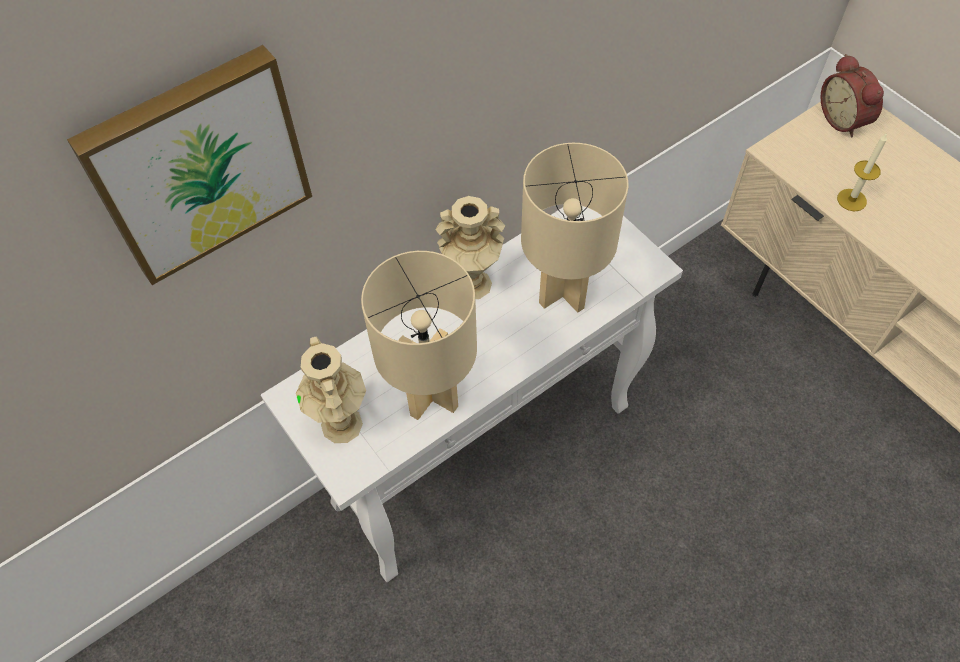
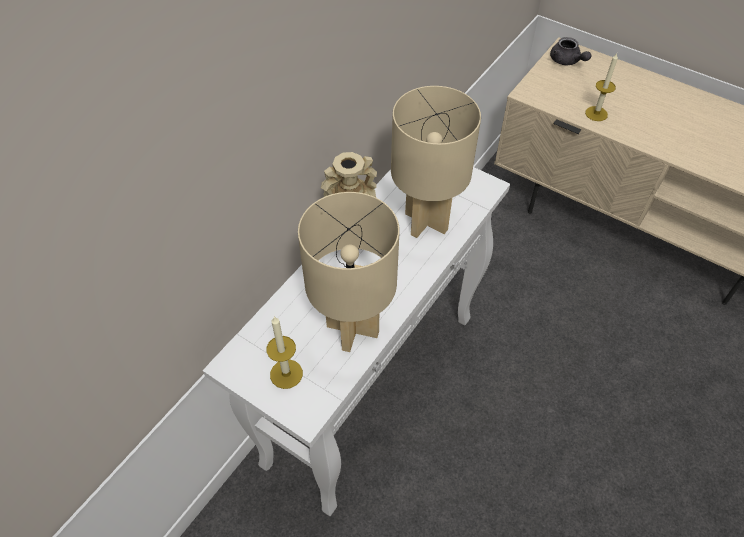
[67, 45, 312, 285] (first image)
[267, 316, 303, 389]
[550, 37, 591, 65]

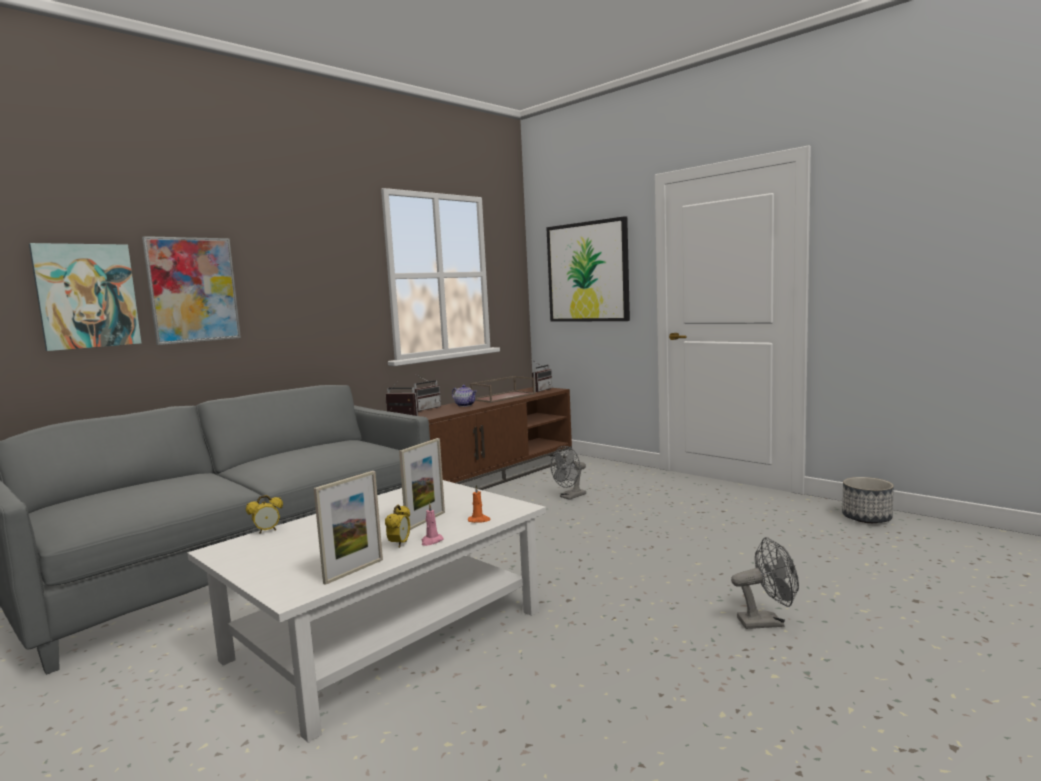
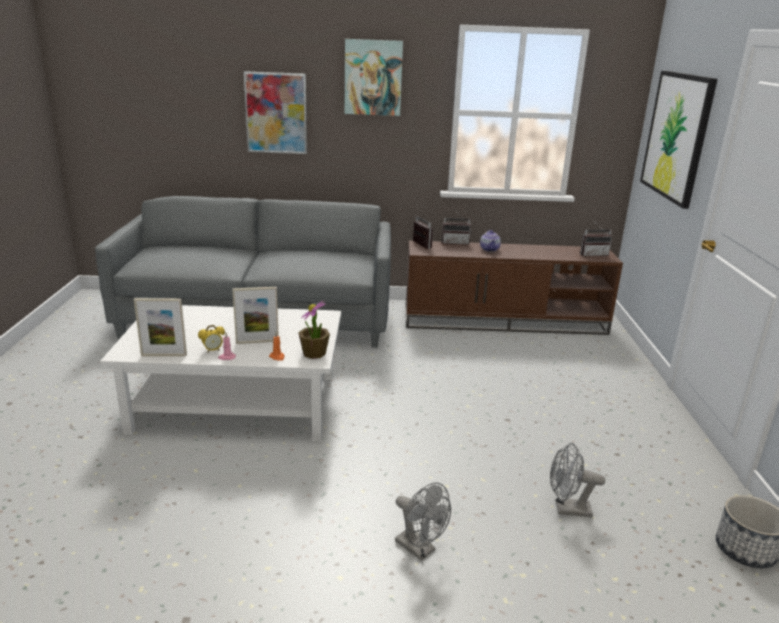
[344, 39, 403, 116]
[246, 495, 283, 534] (first image)
[470, 376, 535, 403] (first image)
[550, 443, 605, 517]
[298, 300, 330, 359]

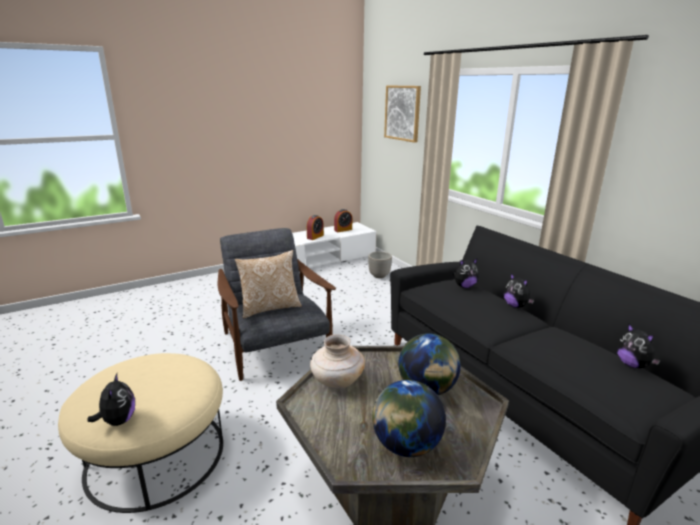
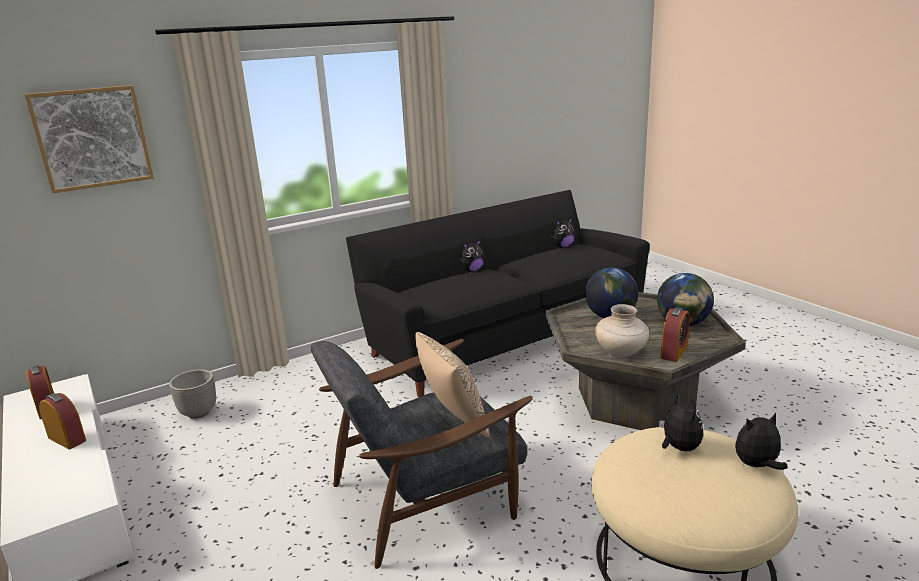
[659, 394, 703, 451]
[660, 307, 690, 362]

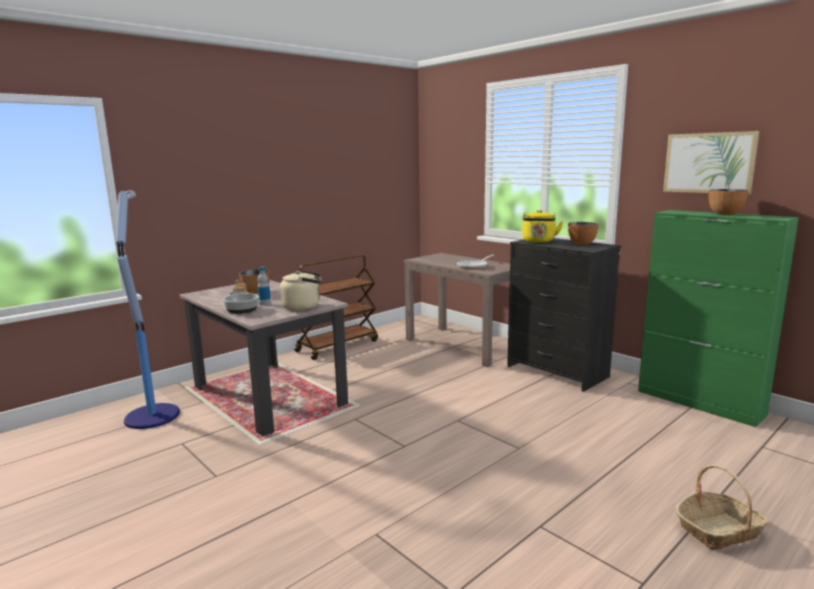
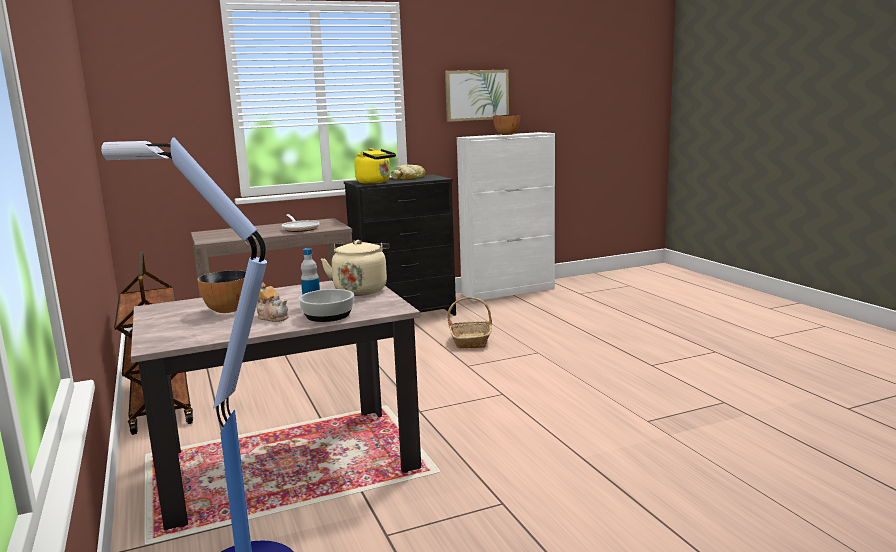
[391, 165, 425, 179]
[457, 132, 555, 301]
[447, 297, 492, 348]

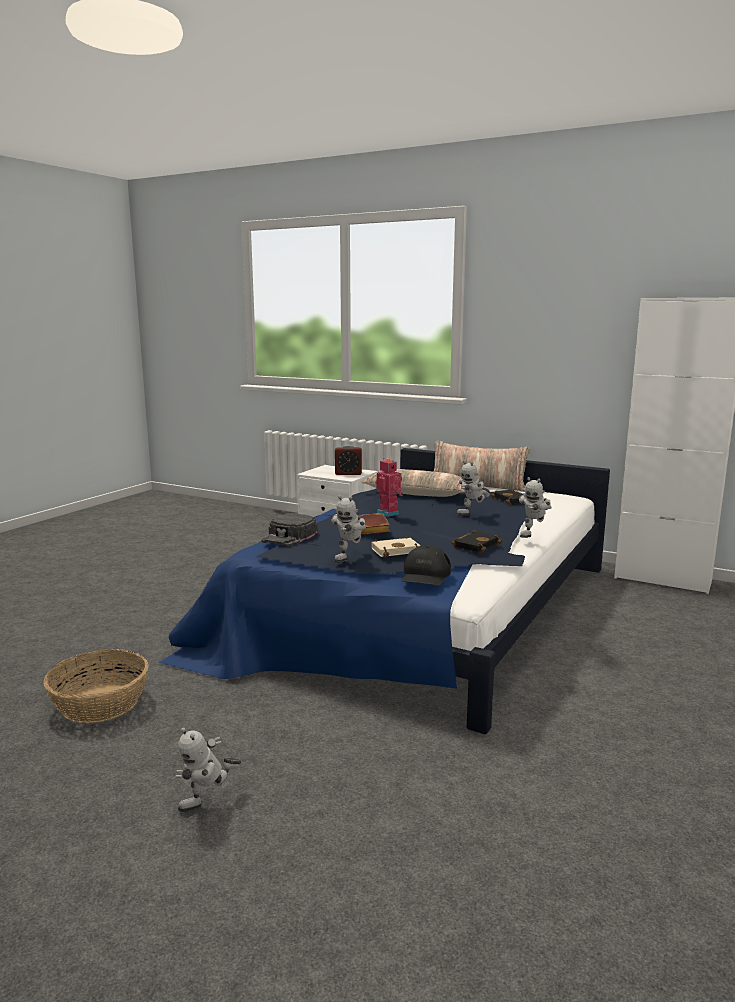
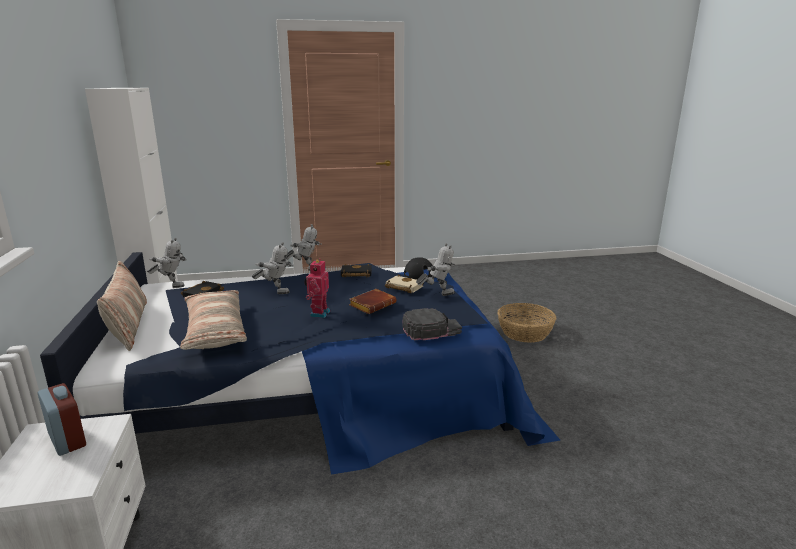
[498, 303, 556, 343]
[147, 238, 186, 288]

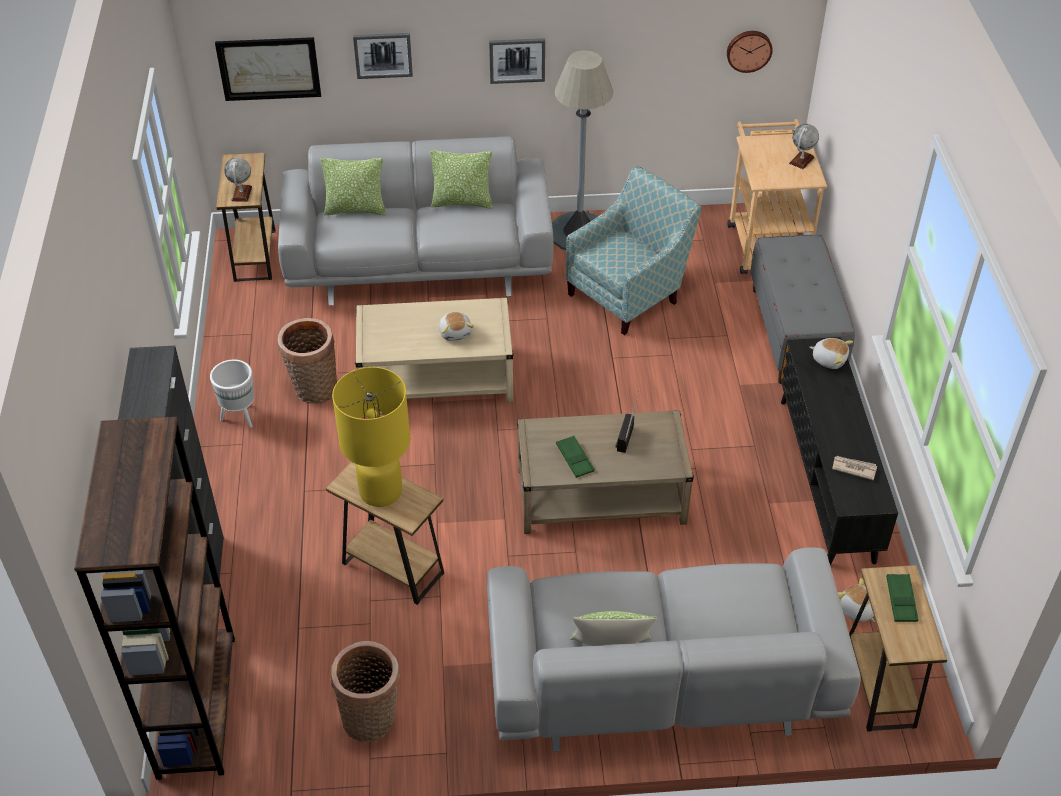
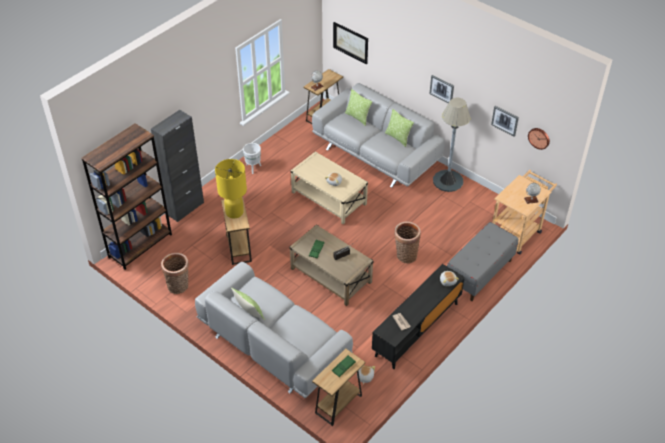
[394, 221, 421, 263]
[491, 106, 519, 137]
[565, 166, 701, 335] (first image)

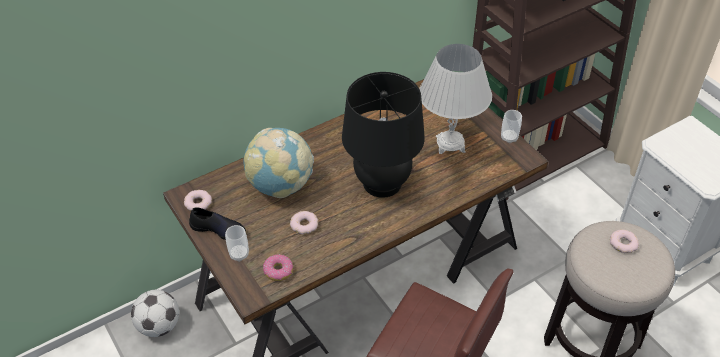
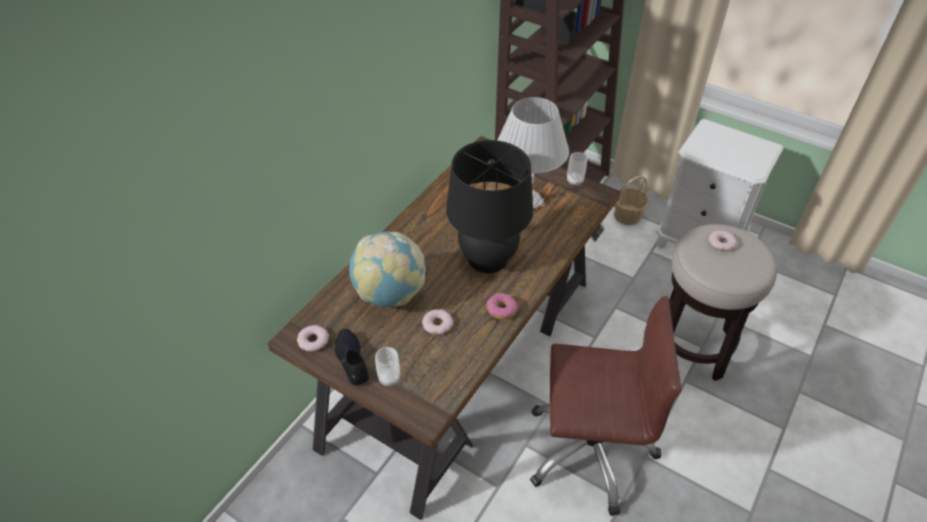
[131, 290, 179, 337] (first image)
[335, 329, 369, 385]
[487, 293, 518, 320]
[614, 176, 649, 225]

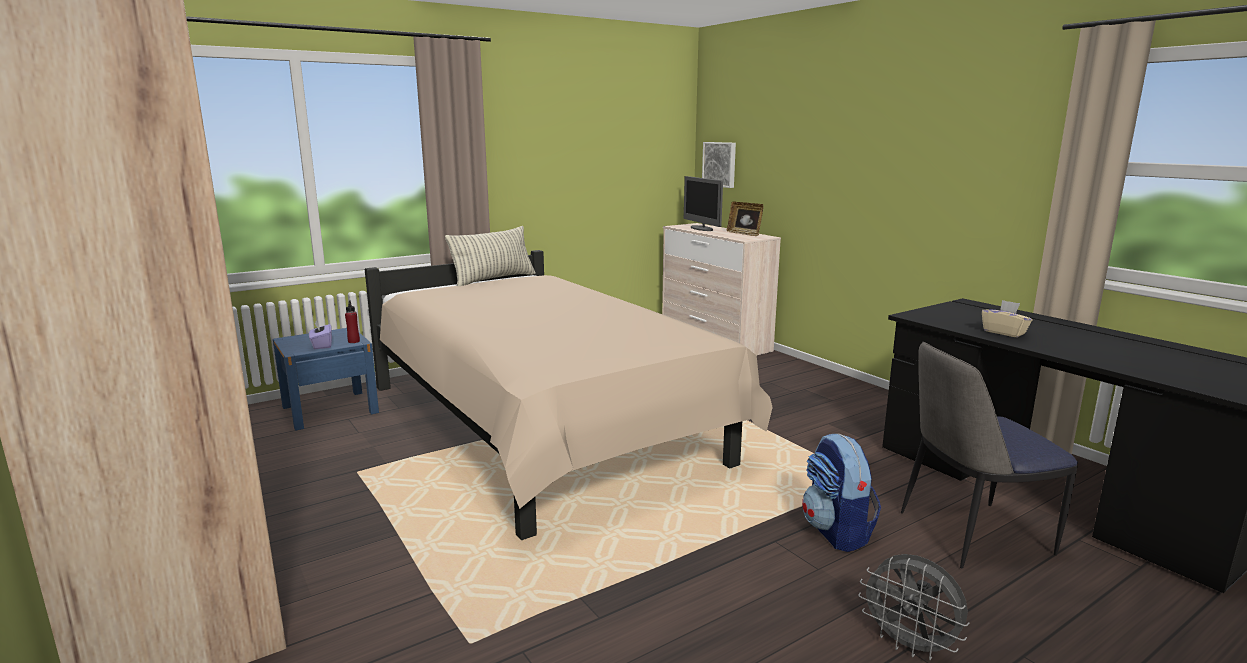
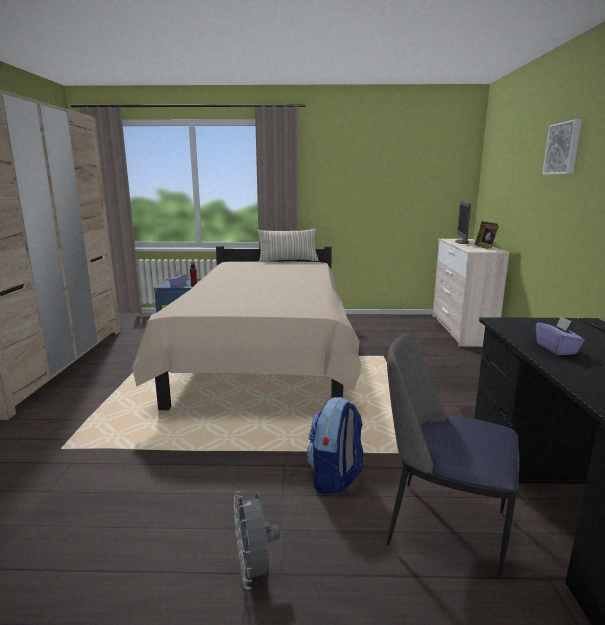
[542, 119, 582, 175]
[536, 316, 585, 355]

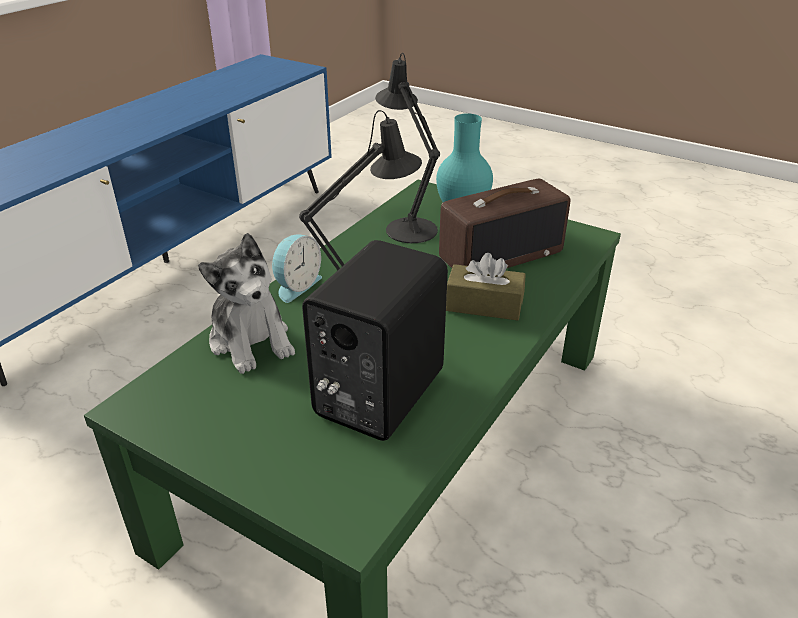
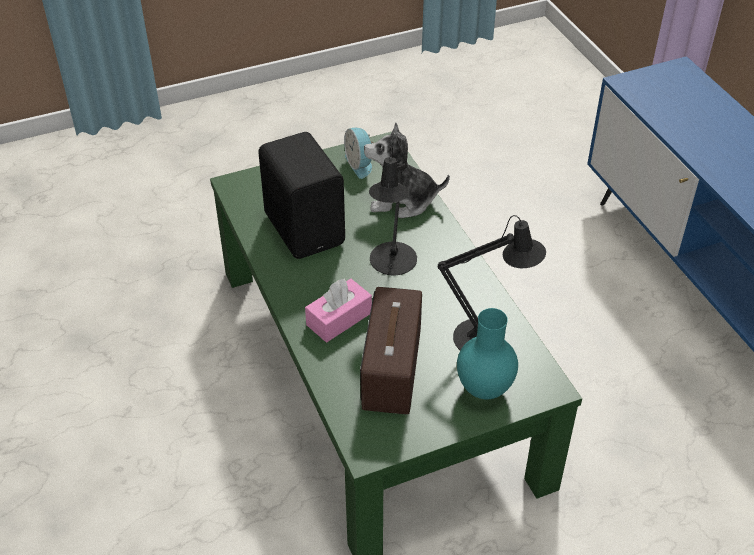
[344, 128, 373, 179]
[305, 278, 372, 342]

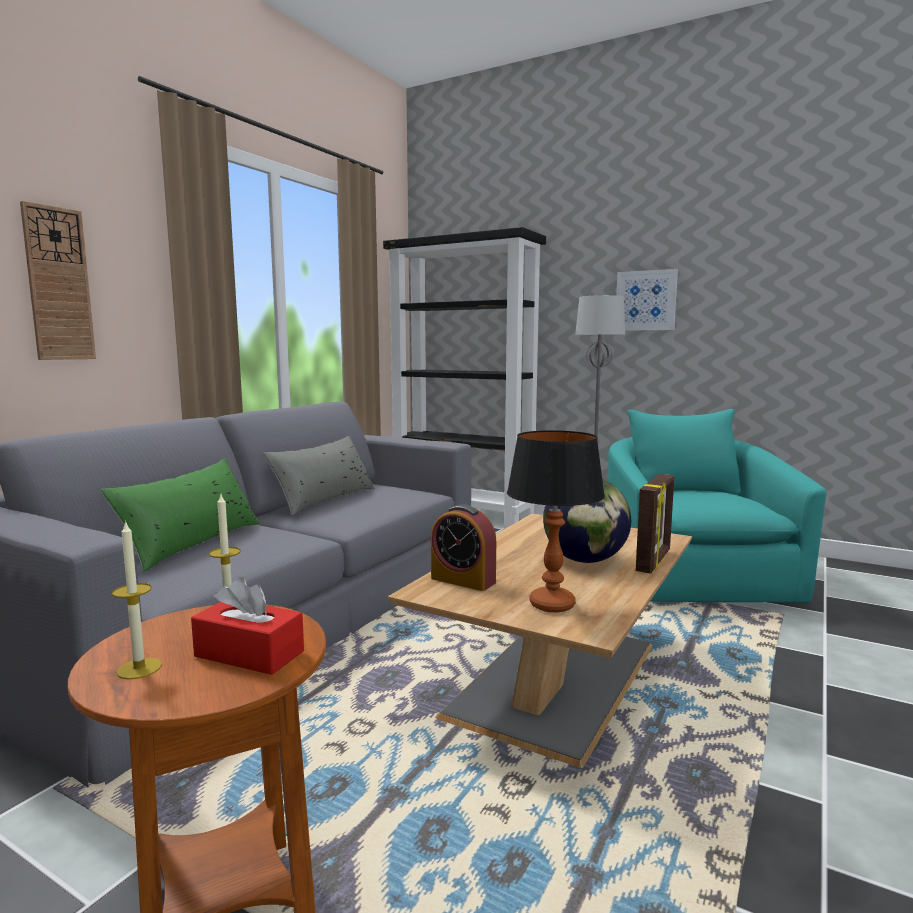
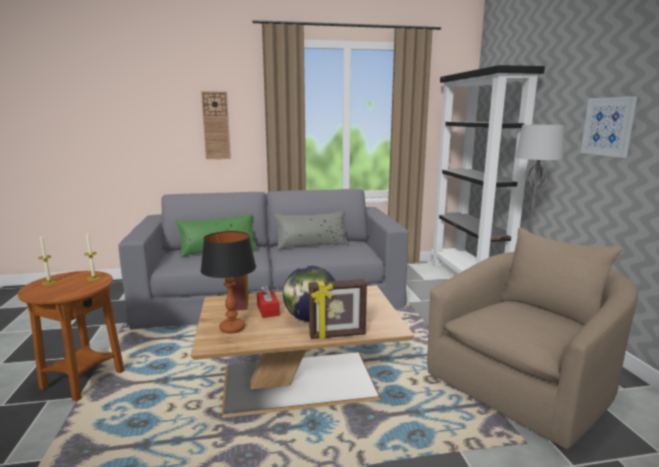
[257, 285, 280, 318]
[427, 228, 638, 449]

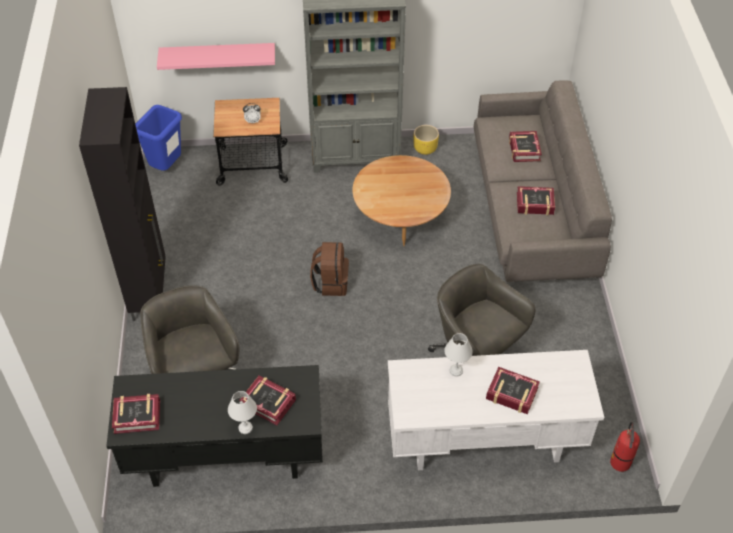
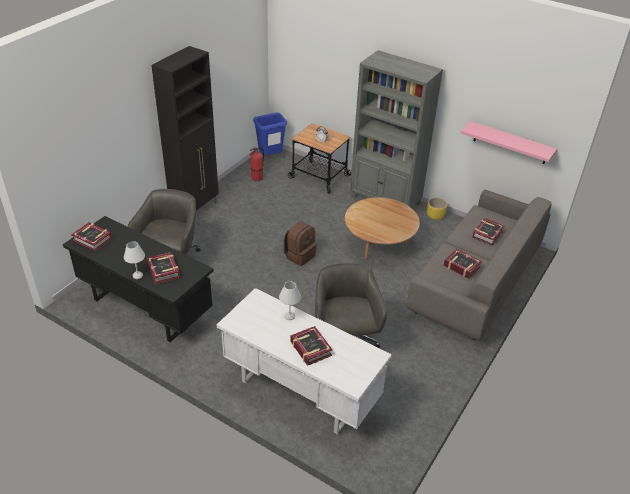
[461, 121, 557, 164]
[249, 147, 264, 181]

